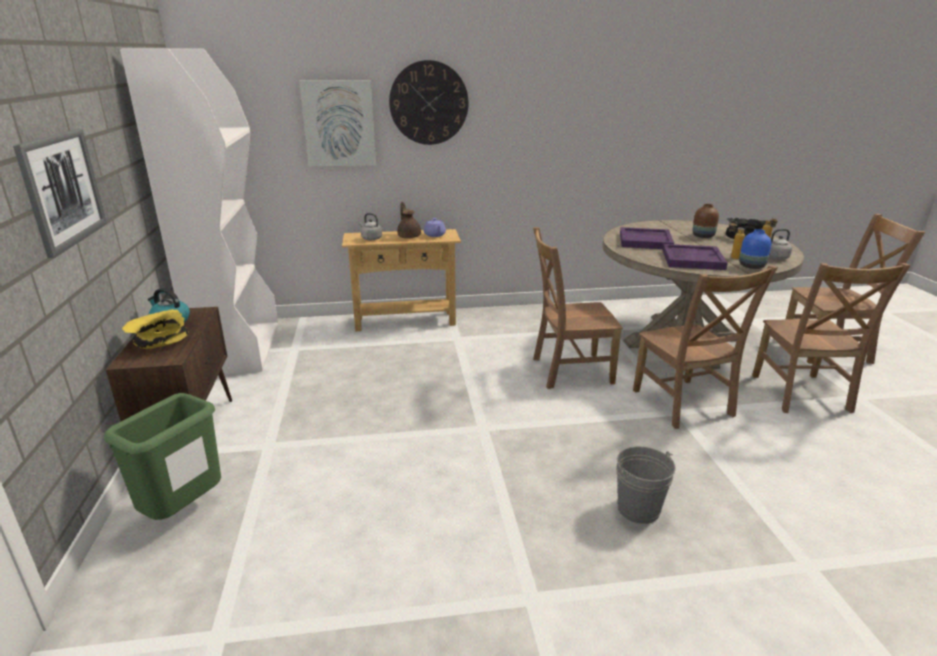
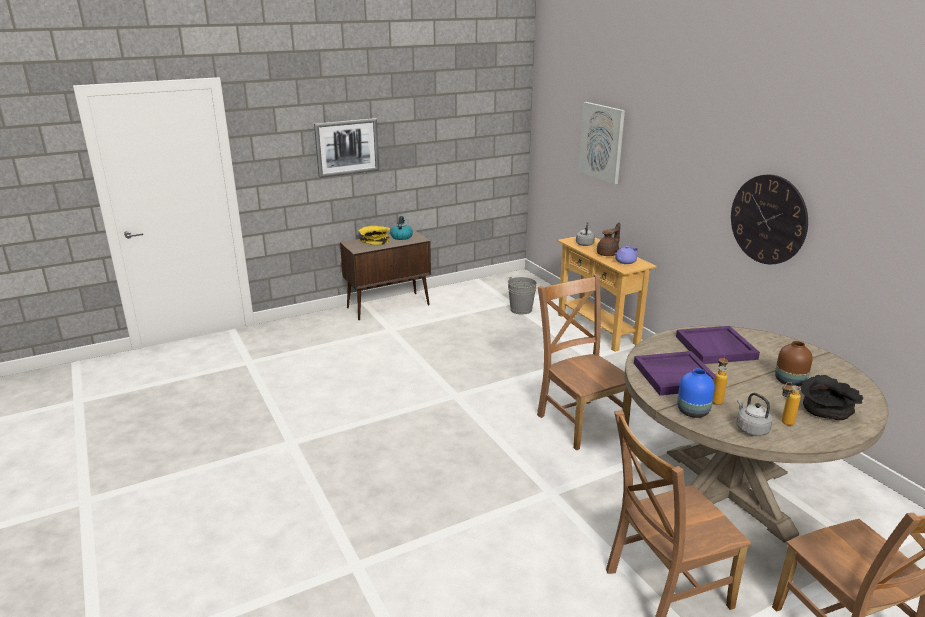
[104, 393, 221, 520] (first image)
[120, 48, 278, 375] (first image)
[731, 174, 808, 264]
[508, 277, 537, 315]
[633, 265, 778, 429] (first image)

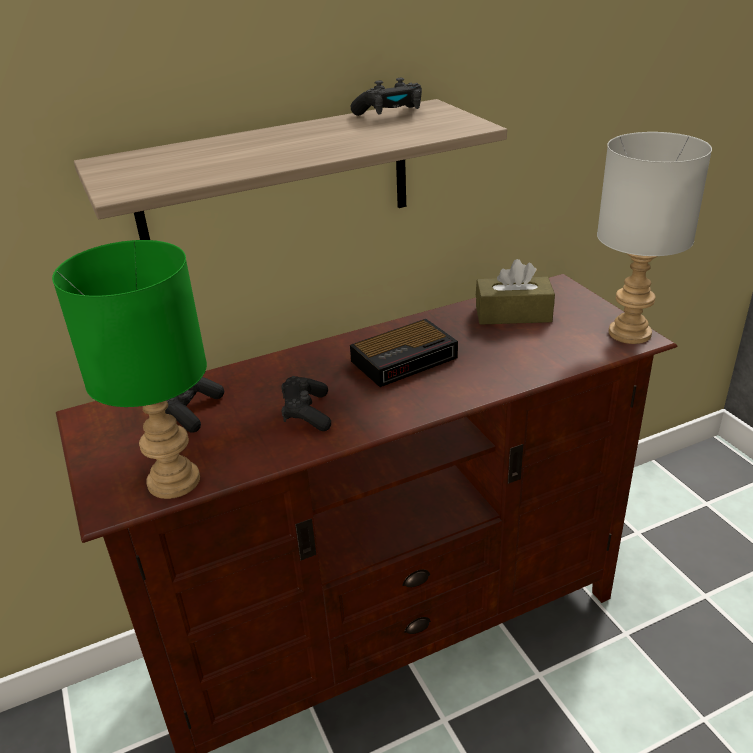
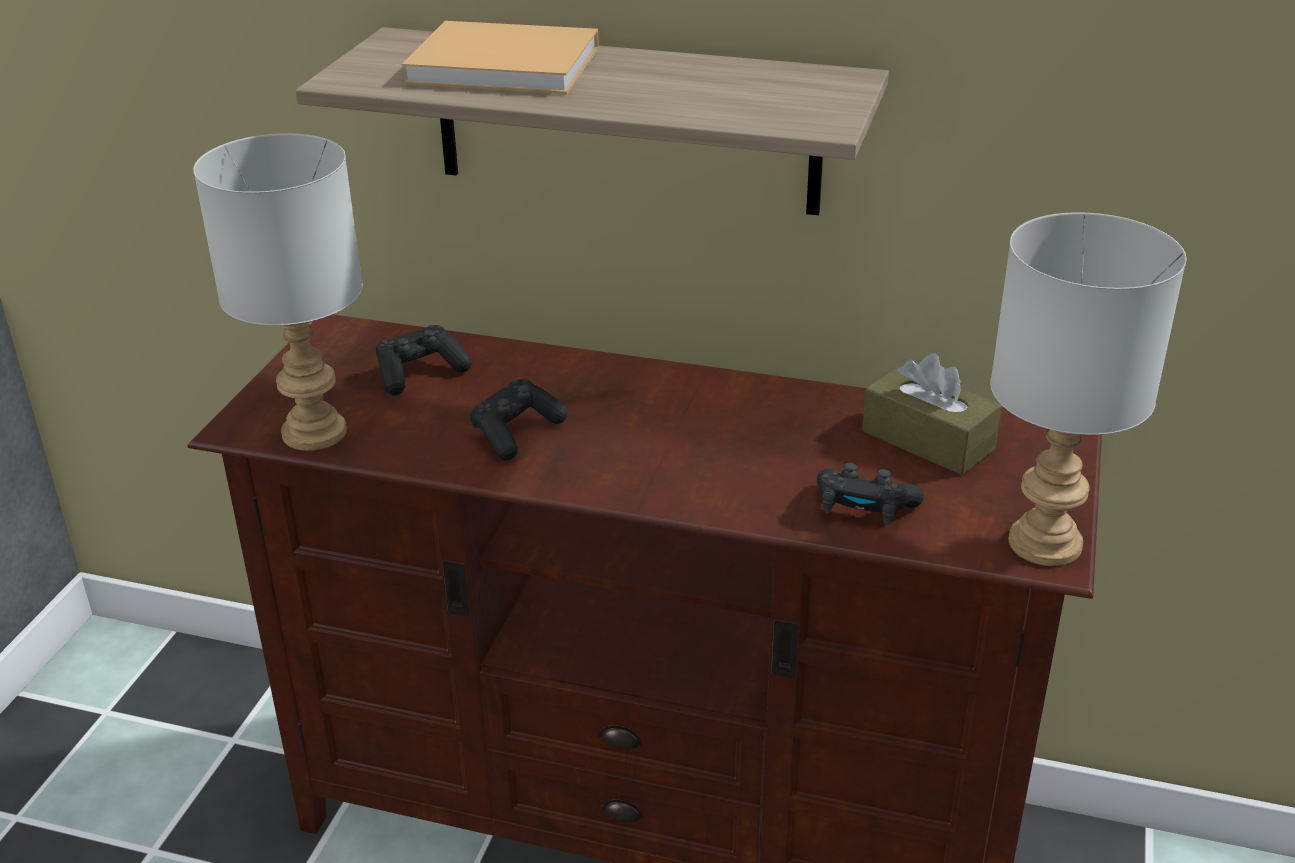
[193, 133, 363, 451]
[350, 319, 458, 387] (first image)
[817, 463, 924, 526]
[402, 21, 599, 94]

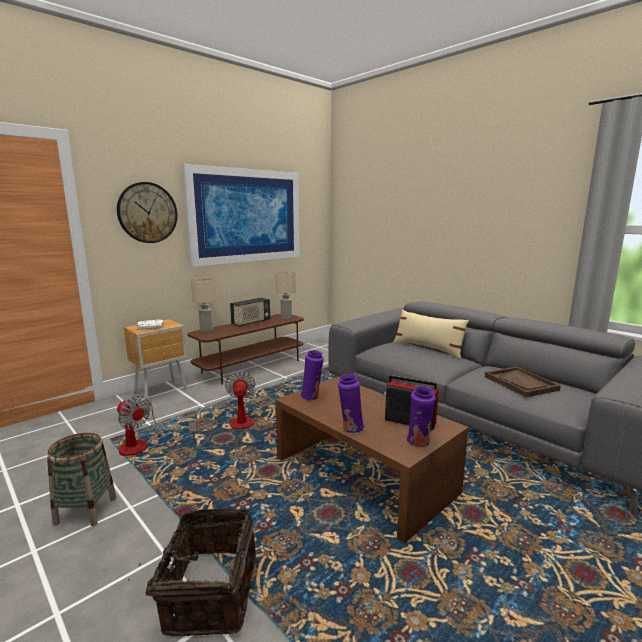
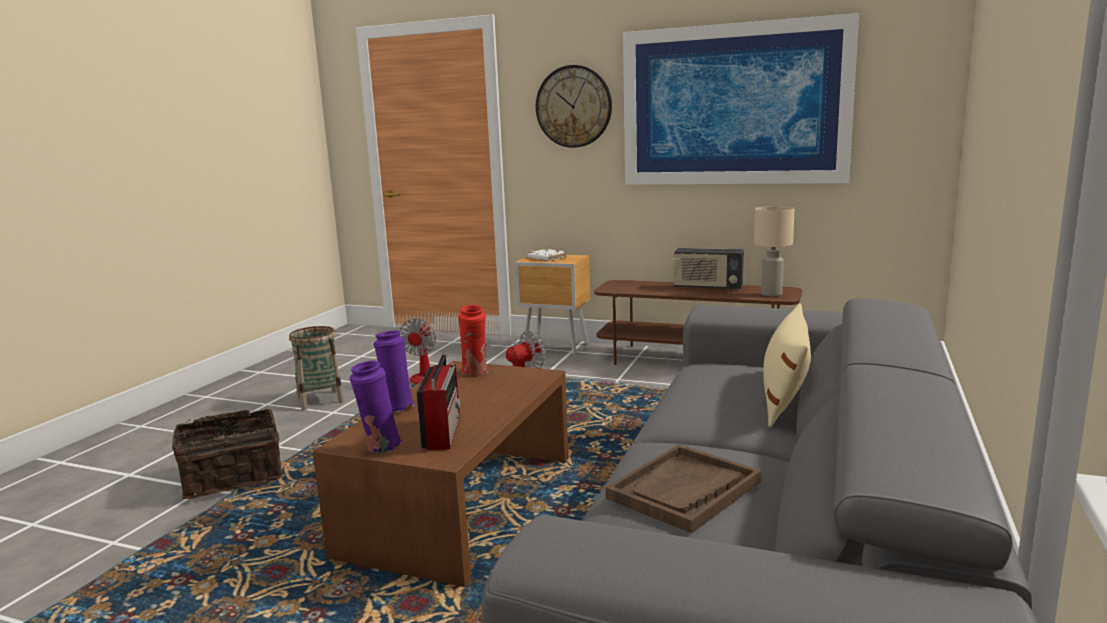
[191, 278, 216, 332] (first image)
[458, 305, 488, 376]

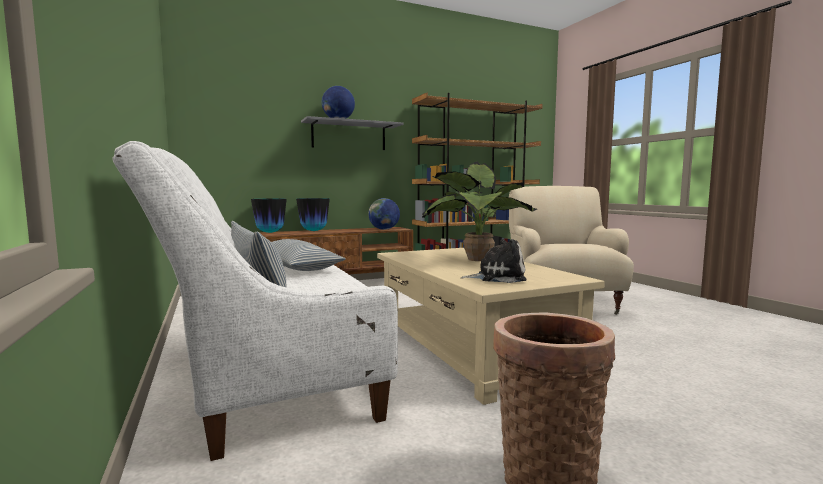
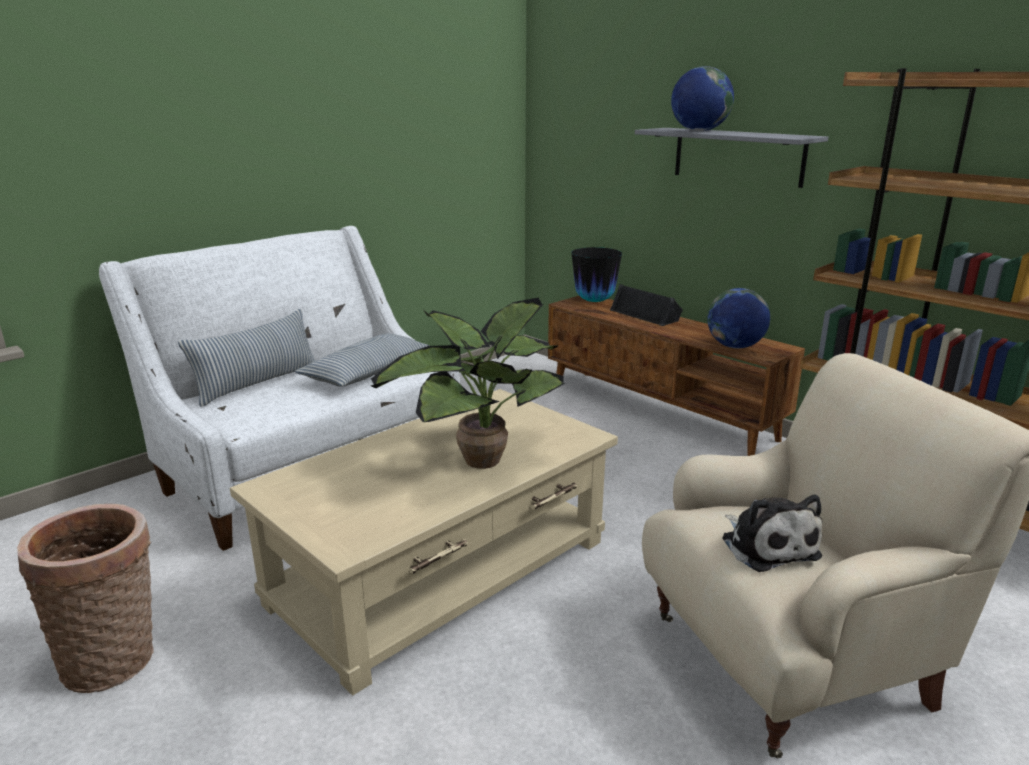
[610, 284, 683, 326]
[722, 494, 822, 572]

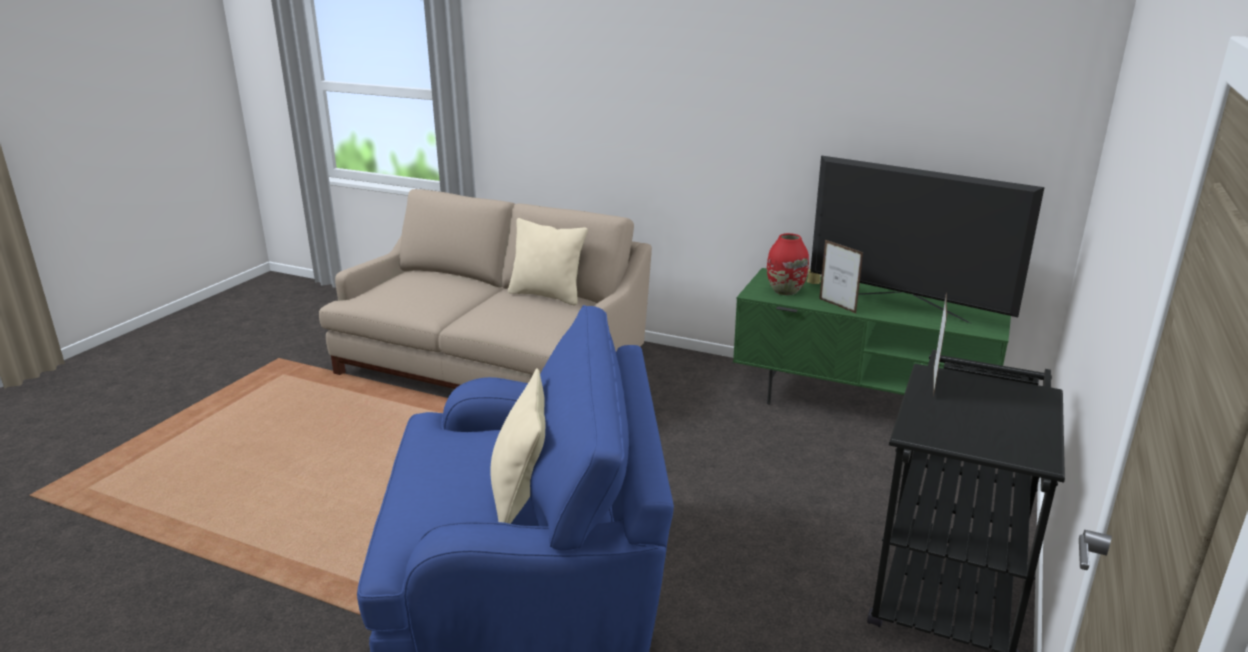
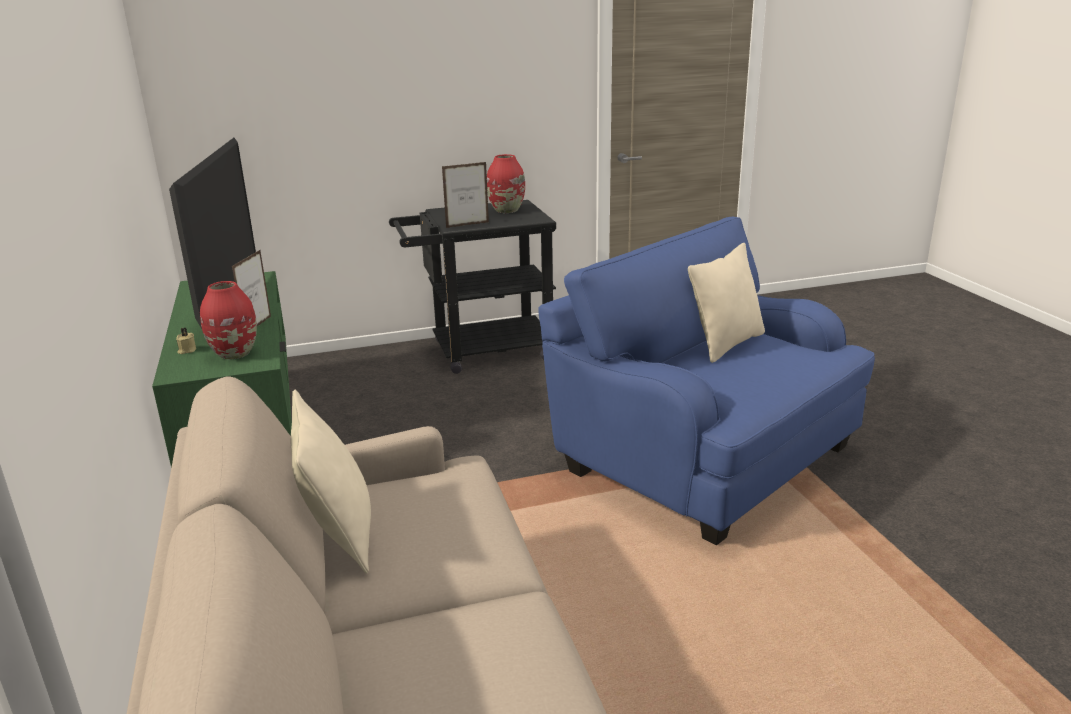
[487, 154, 525, 213]

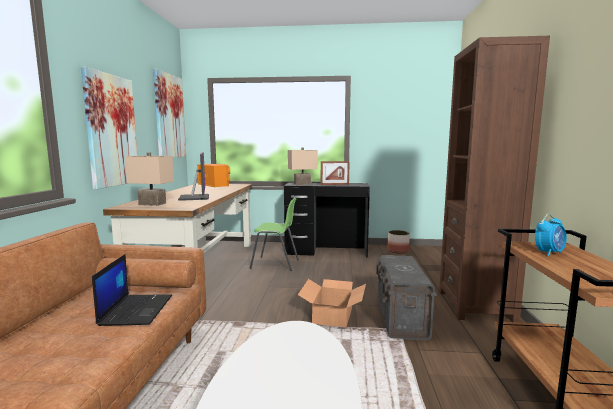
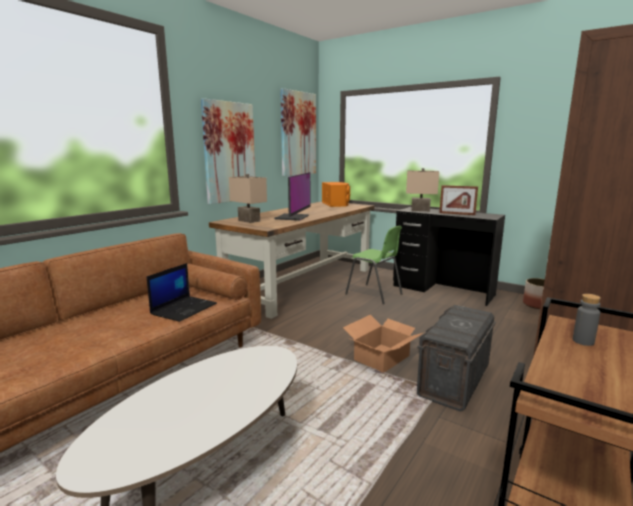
[573, 294, 601, 346]

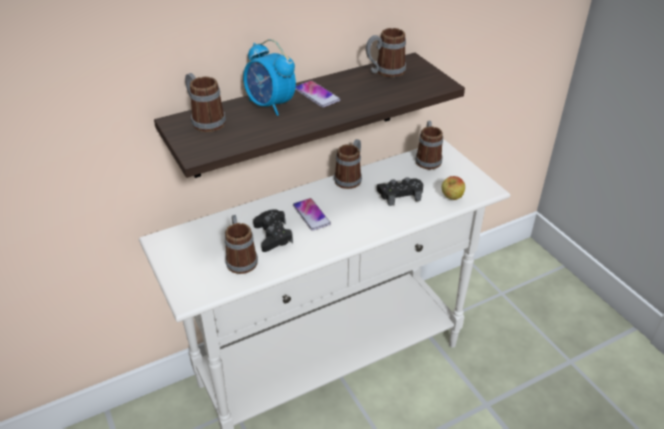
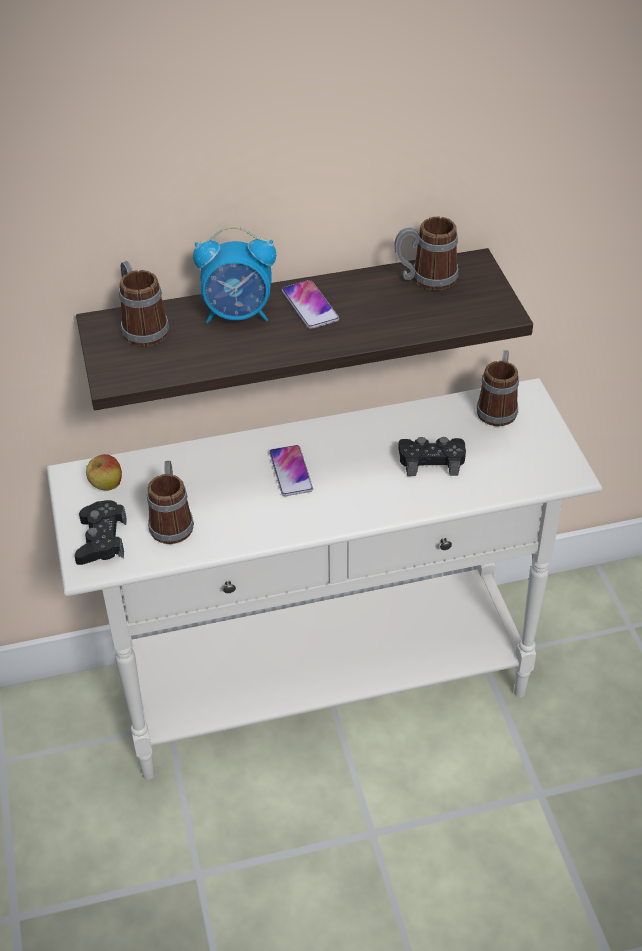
[193, 226, 276, 323]
[74, 500, 127, 565]
[334, 139, 362, 189] (first image)
[86, 454, 122, 491]

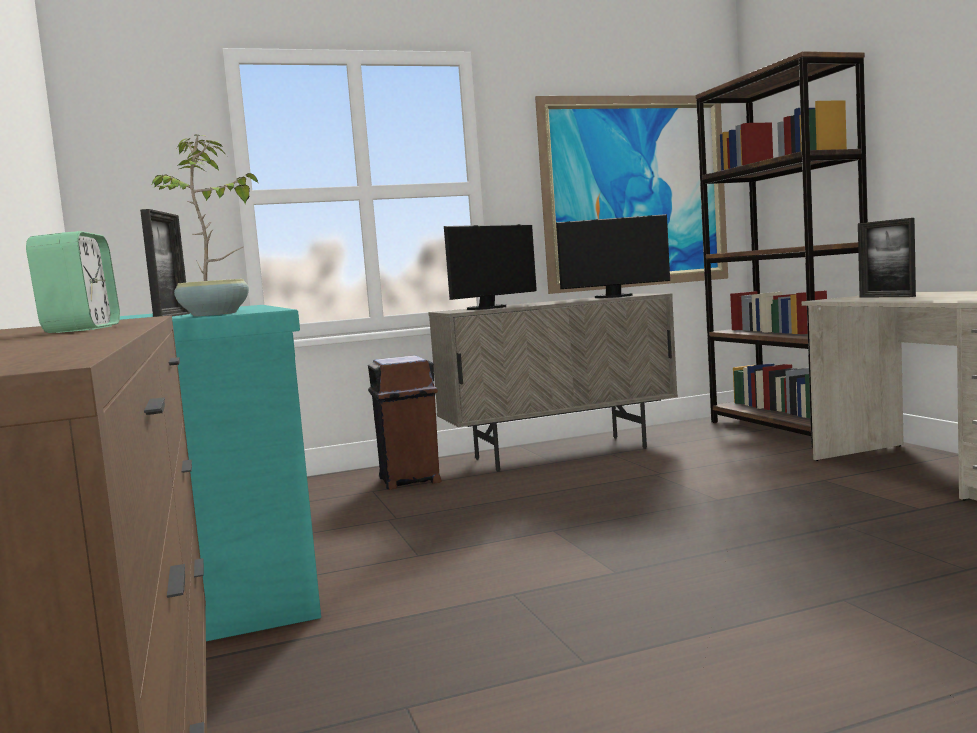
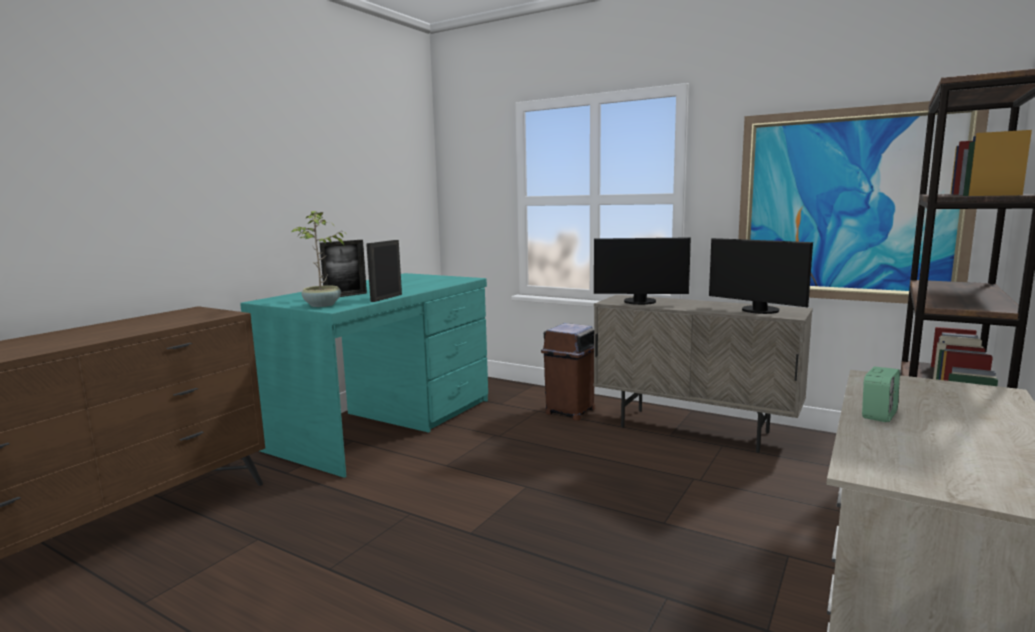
[862, 367, 900, 422]
[366, 240, 402, 302]

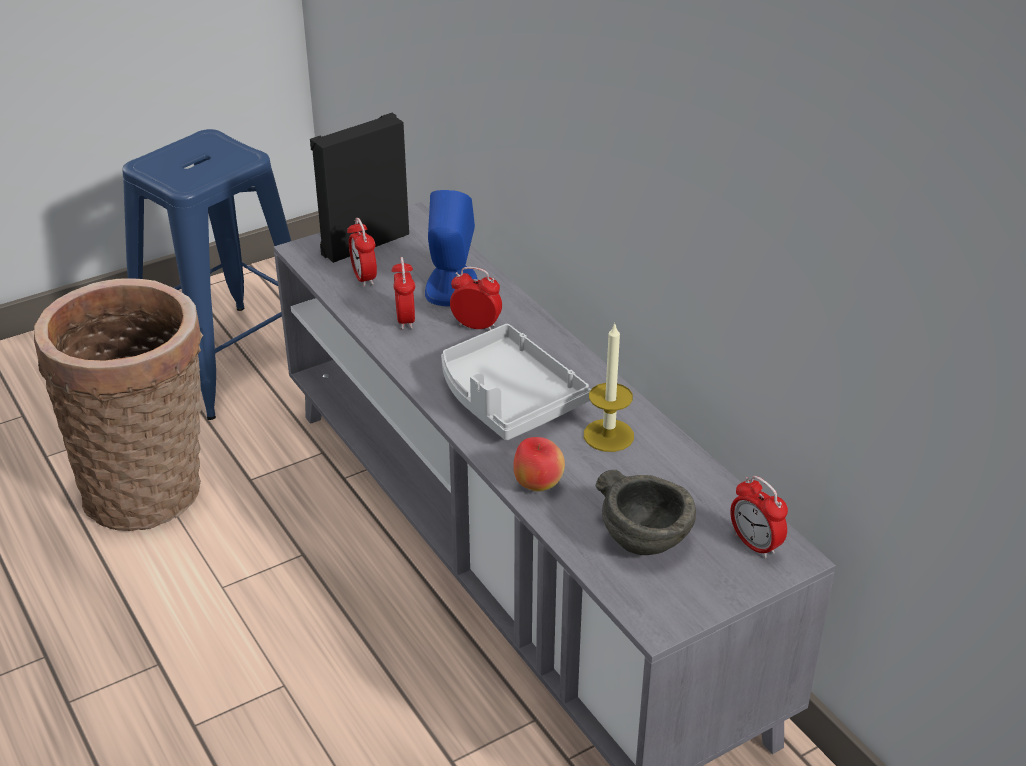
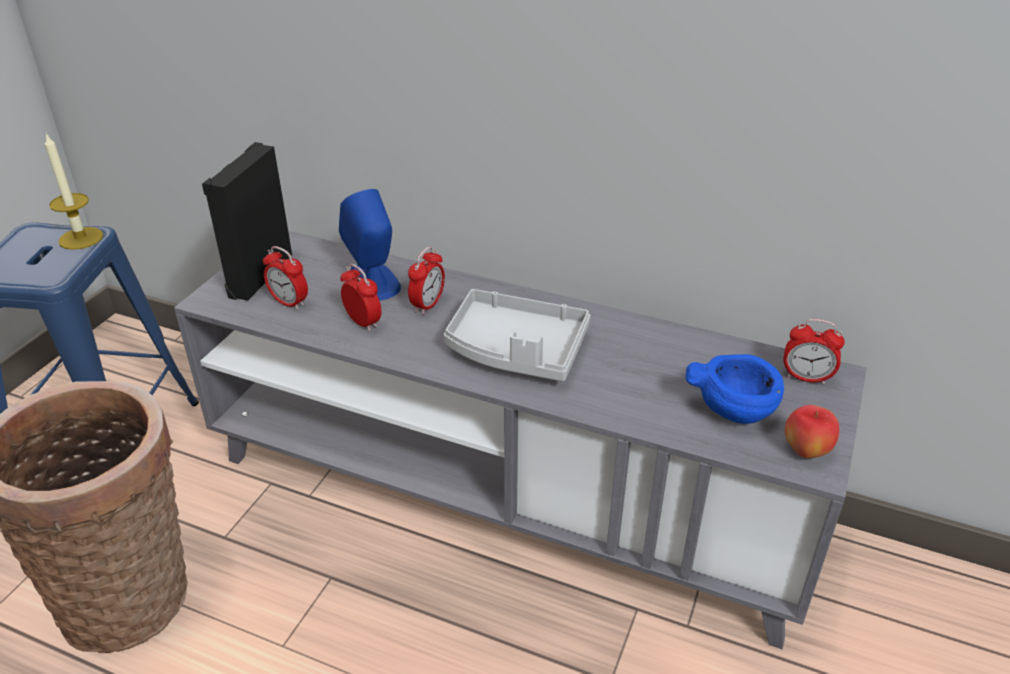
[408, 246, 445, 315]
[785, 405, 839, 458]
[45, 133, 103, 250]
[685, 354, 784, 424]

